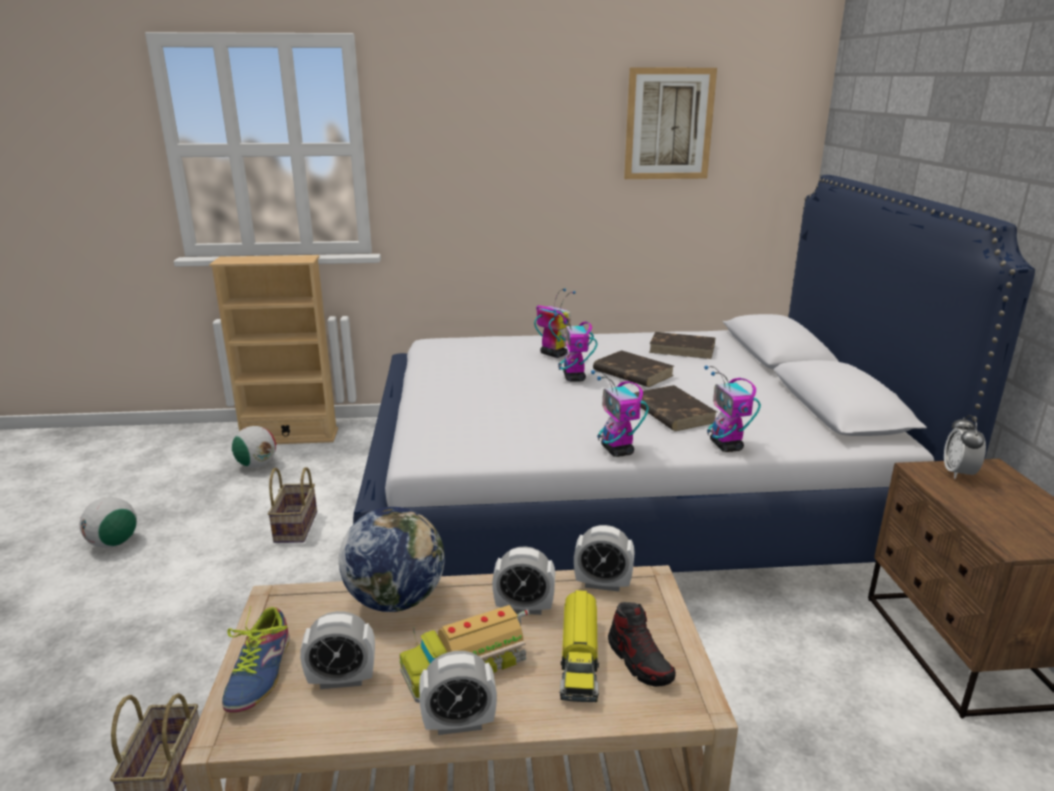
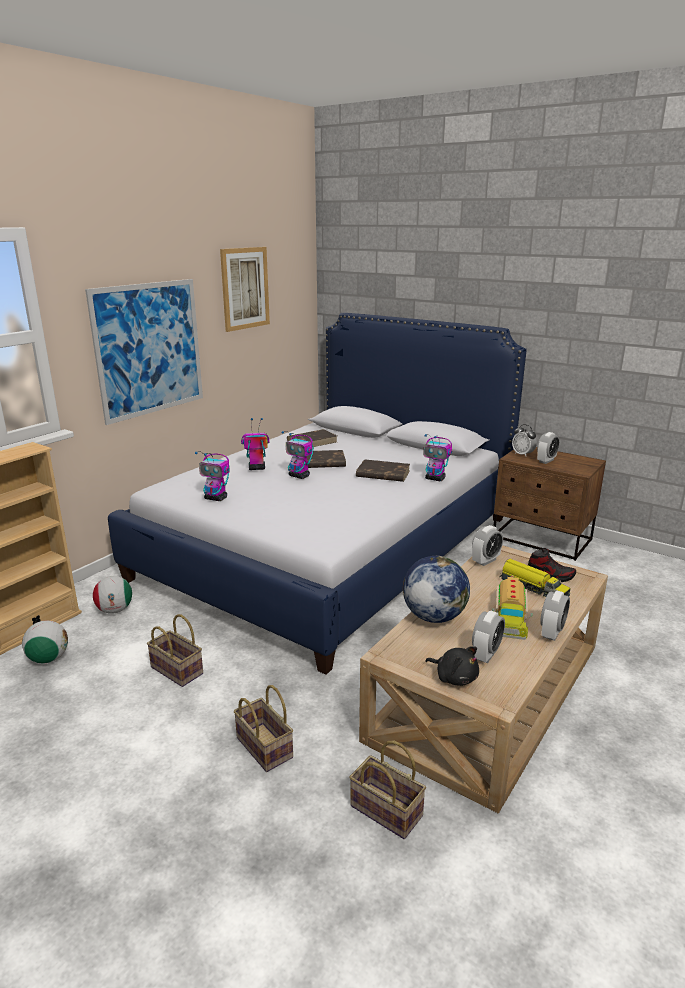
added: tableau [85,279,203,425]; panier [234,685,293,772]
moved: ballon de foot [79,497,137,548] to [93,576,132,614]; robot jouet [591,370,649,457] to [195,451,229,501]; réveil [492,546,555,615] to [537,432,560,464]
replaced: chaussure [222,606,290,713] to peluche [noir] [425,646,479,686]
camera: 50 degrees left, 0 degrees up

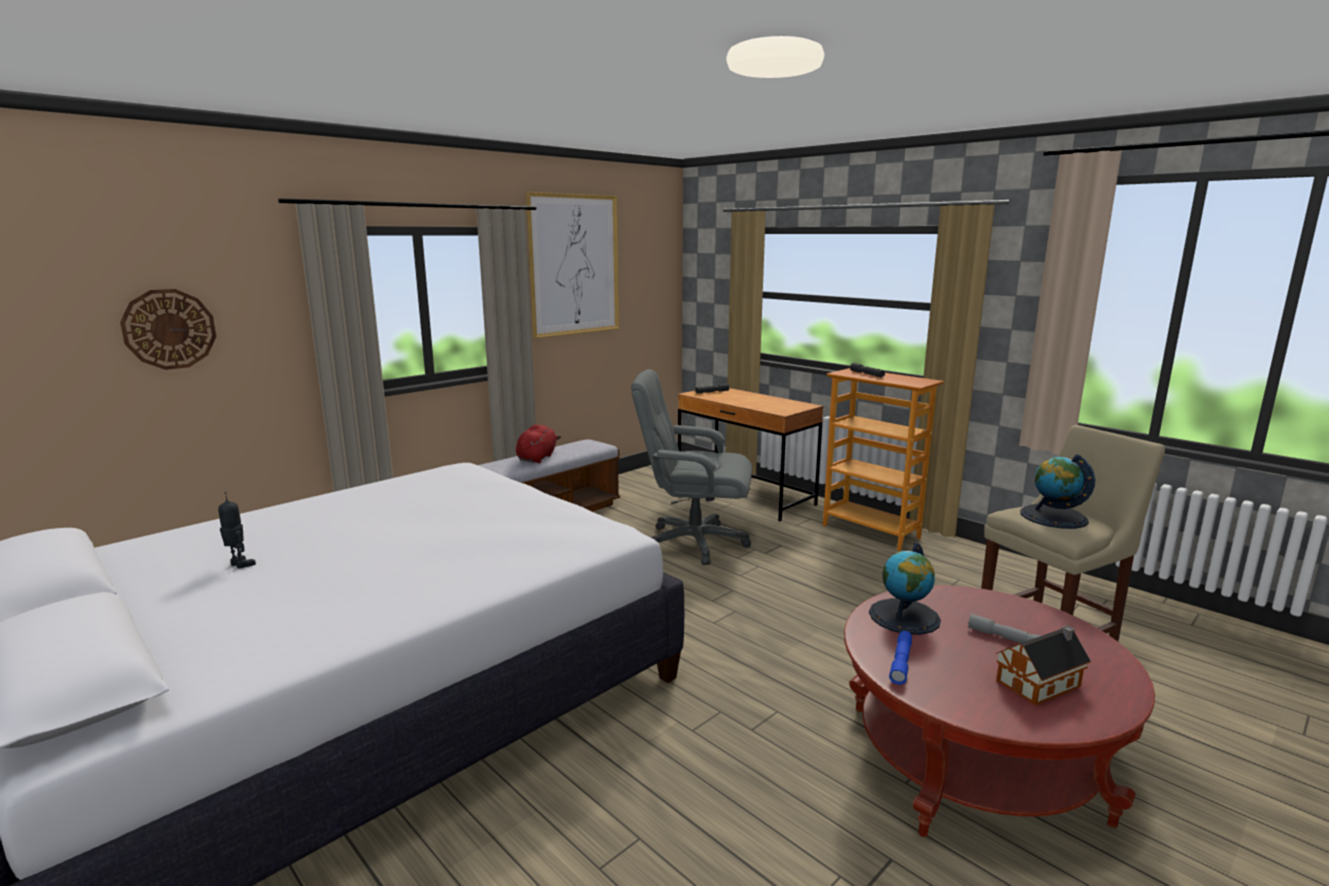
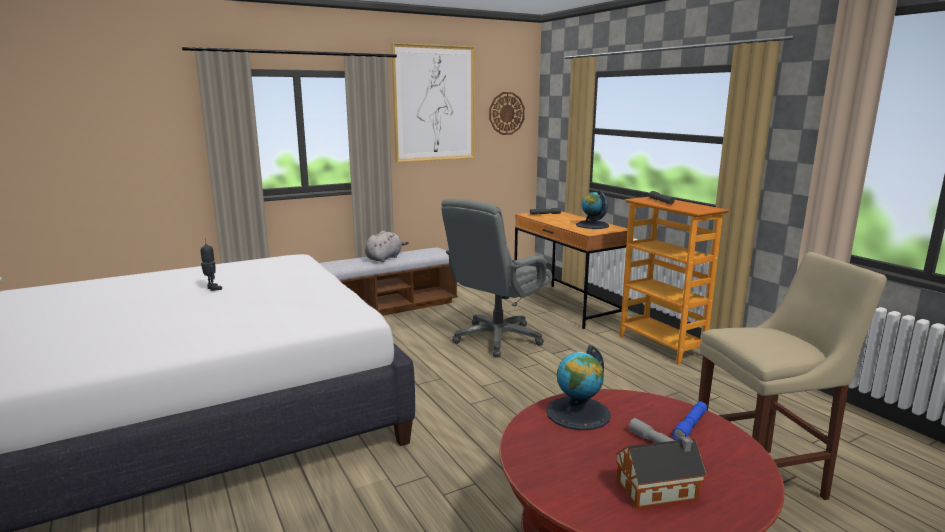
moved: robot jouet [218,492,256,568] to [201,239,222,291]; horloge murale [120,289,217,370] to [489,92,525,135]; globe [1020,454,1095,529] to [576,190,609,229]; lampe de poche [bleu] [889,631,912,685] to [672,402,707,440]
recoloured: peluche [rouge] [516,424,561,463] to peluche [gris] [365,231,409,262]
turned: chaise de bureau [gris] [631,369,752,565] = [441,198,552,357] 75 degrees counterclockwise
camera: 15 degrees right, 0 degrees up

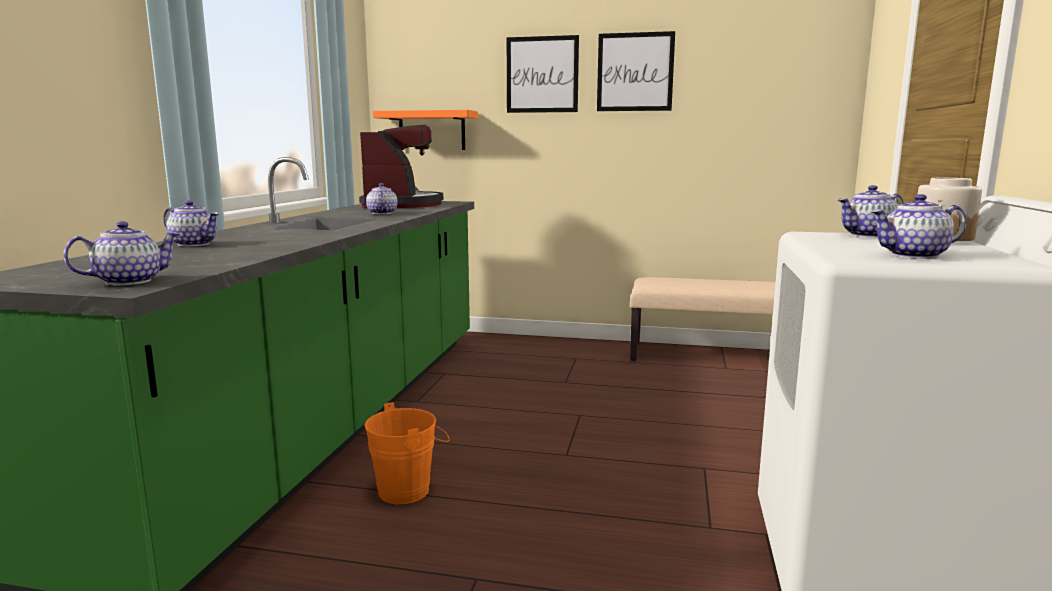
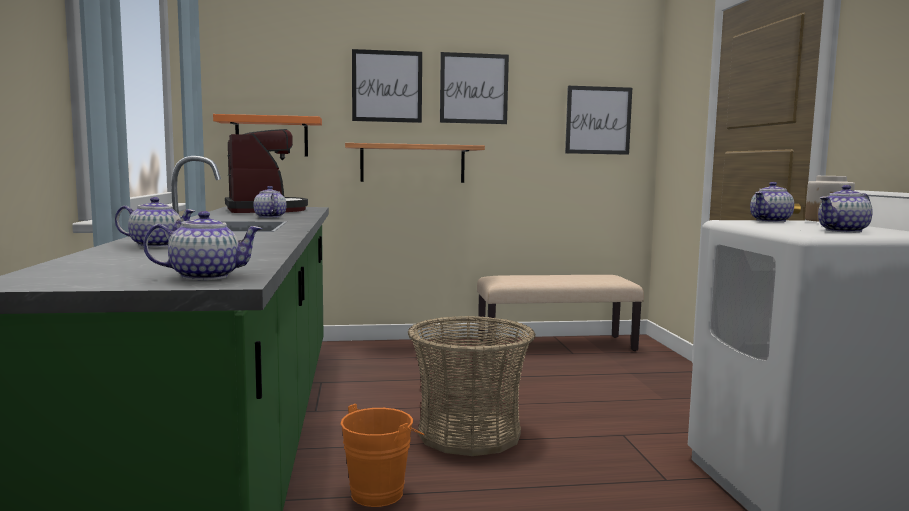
added: étagère [345,143,485,183]; panier [408,316,536,456]; tableau [565,86,632,155]
turned: théière [63,221,180,285] = [143,211,262,280] 45 degrees clockwise
camera: 20 degrees left, 5 degrees down

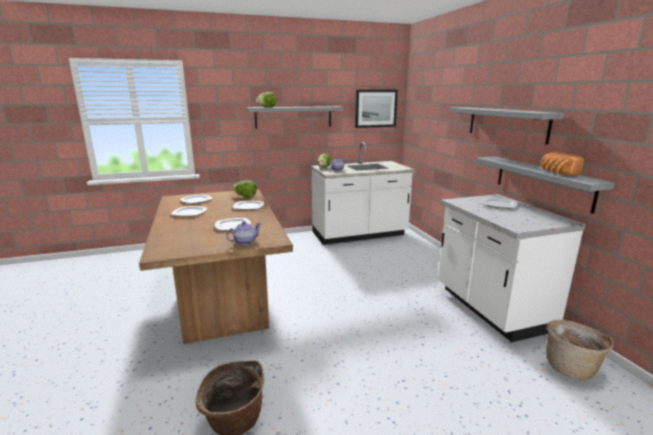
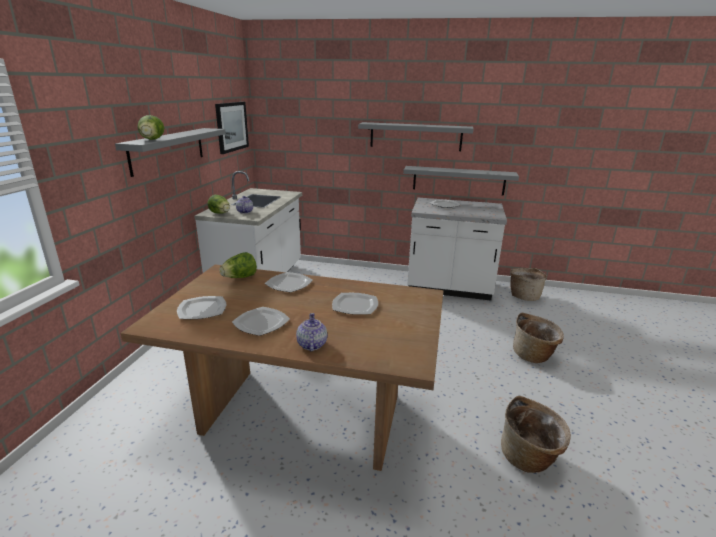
removed: pain [541,152,584,176]
added: panier [513,313,564,363]
moved: théière [227,221,262,245] to [296,313,328,351]
camera: 60 degrees left, 5 degrees up

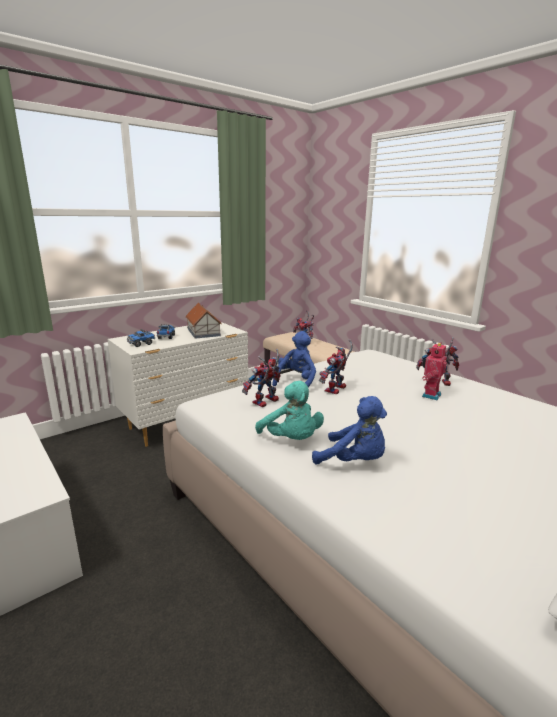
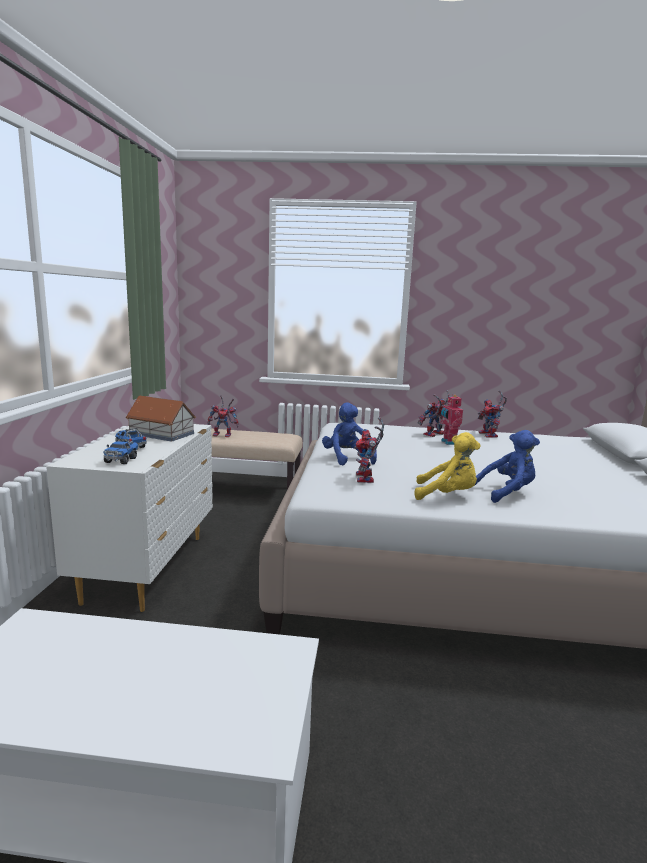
moved: robot jouet [319,339,353,394] to [478,390,507,438]
recoloured: peluche [turquoise] [255,381,324,440] to peluche [jaune] [415,432,481,500]
camera: 45 degrees left, 5 degrees down

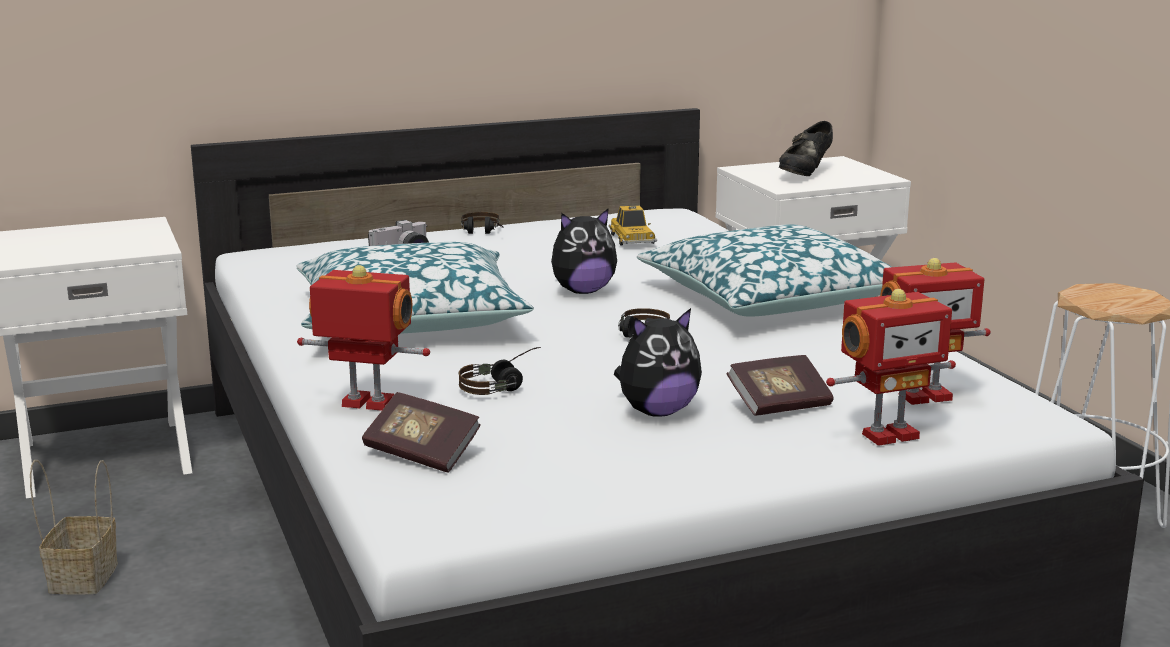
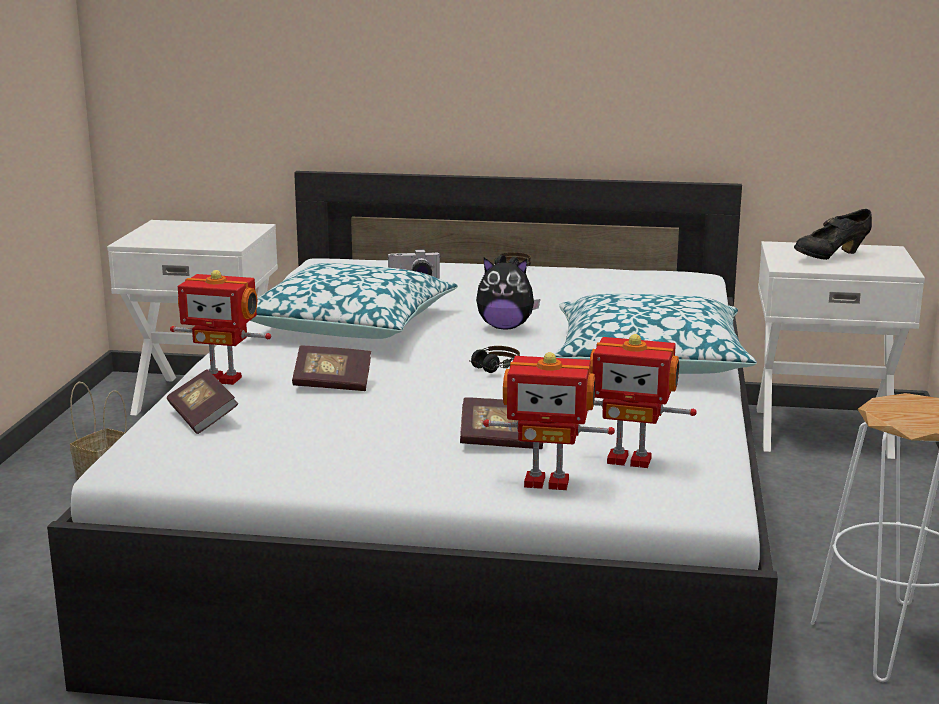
removed: petite voiture [609,205,657,246]; peluche [614,308,702,417]
replaced: casque audio [458,347,541,395] to livre [292,346,371,391]
turned: robot jouet [297,265,430,411] = [170,270,271,385] 150 degrees clockwise
camera: 30 degrees right, 0 degrees up

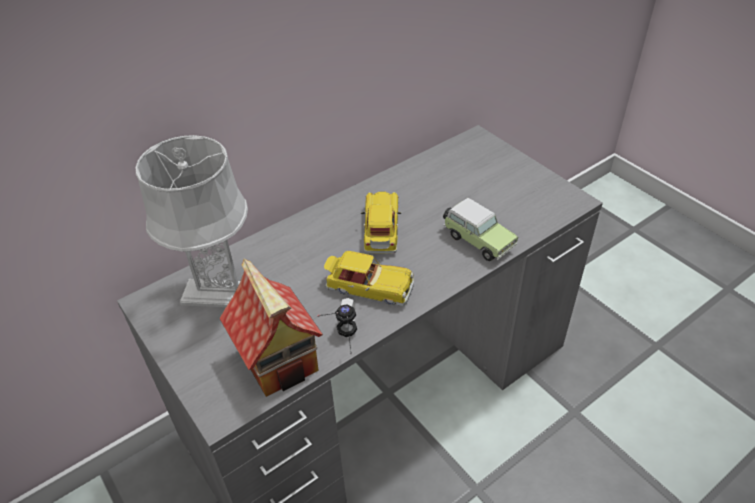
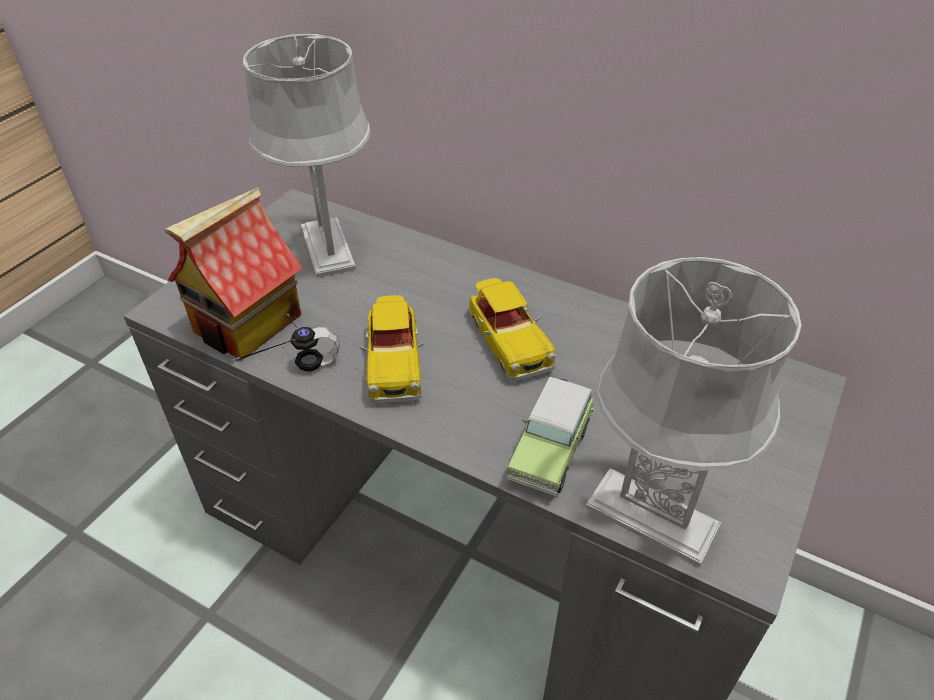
added: lampe de table [gris] [586,257,802,567]
turned: petite voiture [361,192,402,253] = [468,278,556,382] 90 degrees clockwise
camera: 65 degrees right, 0 degrees up

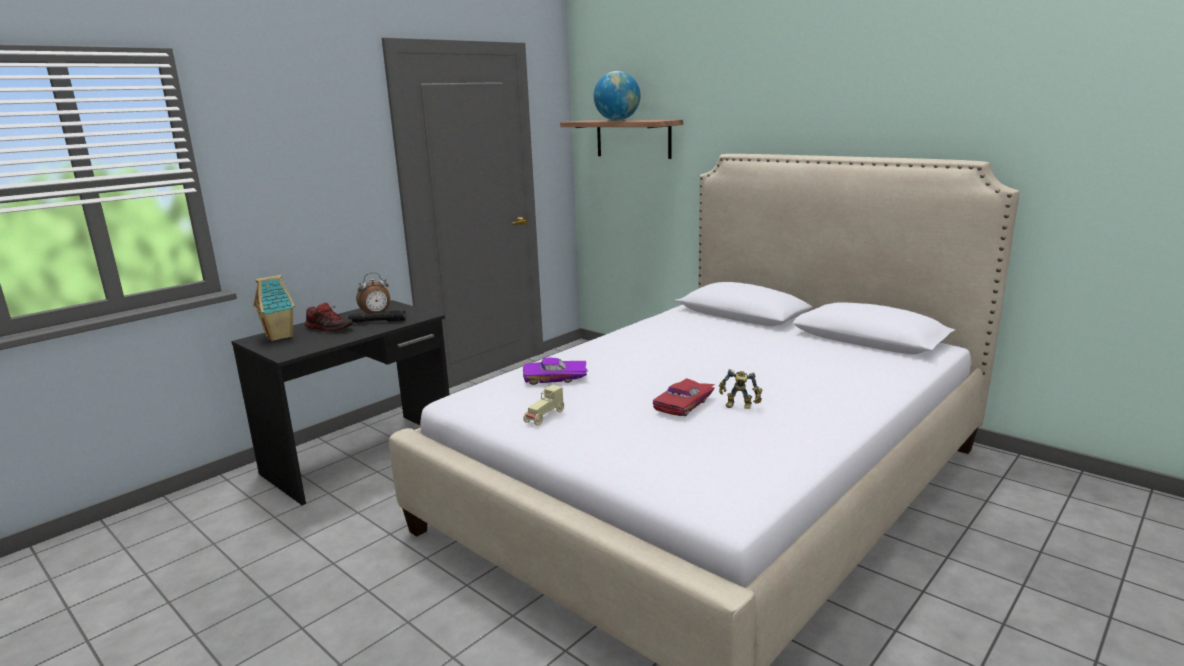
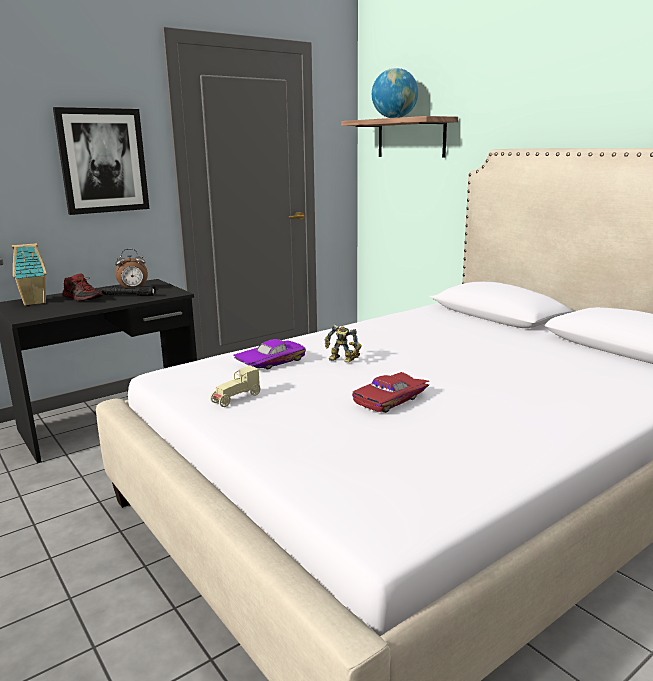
added: tableau [53,107,150,215]
moved: robot jouet [719,369,763,409] to [324,324,362,363]
turned: petite voiture [violet] [523,358,588,385] = [234,339,306,369] 135 degrees clockwise
camera: 10 degrees right, 0 degrees up

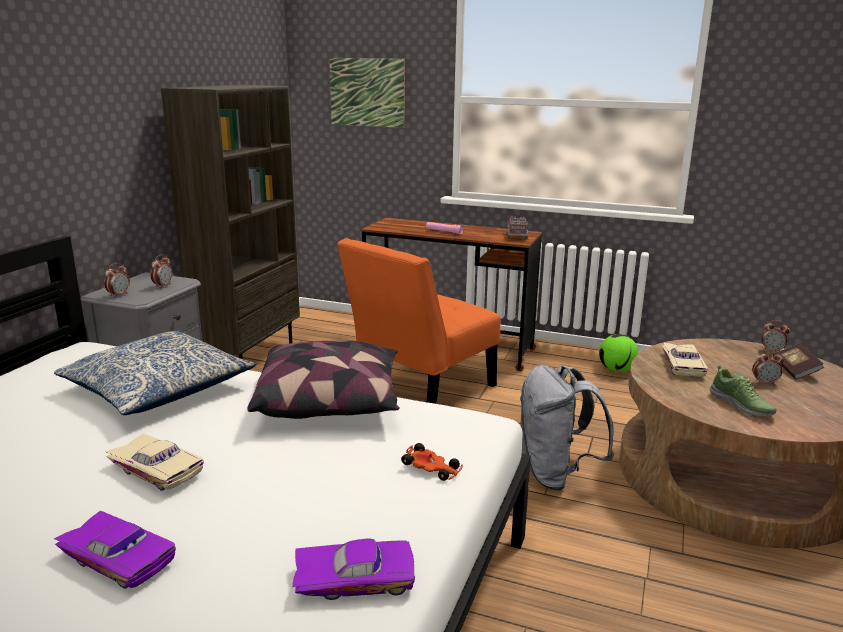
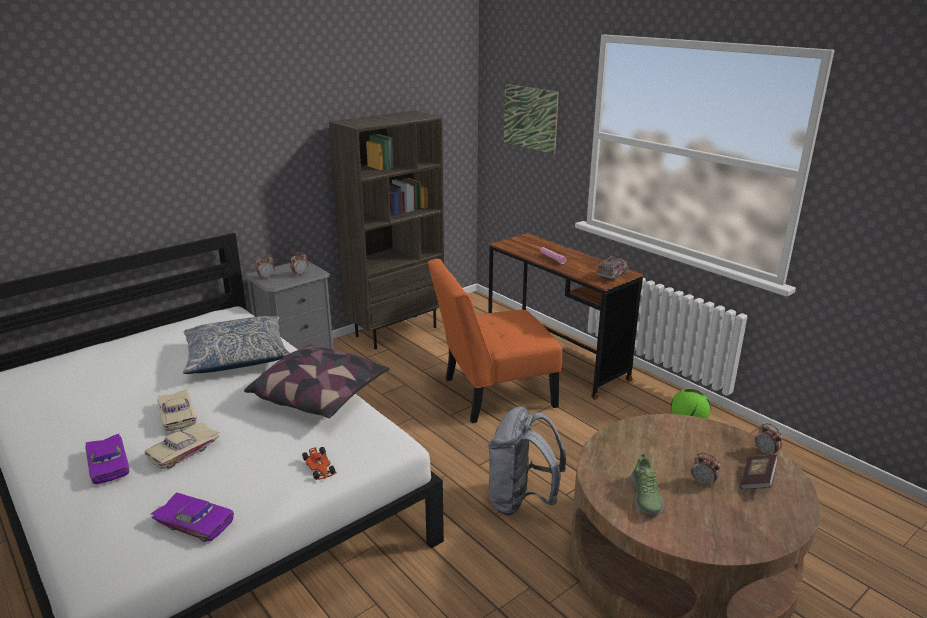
moved: petite voiture [beige] [662,342,708,377] to [145,422,220,469]
camera: 30 degrees right, 5 degrees up

